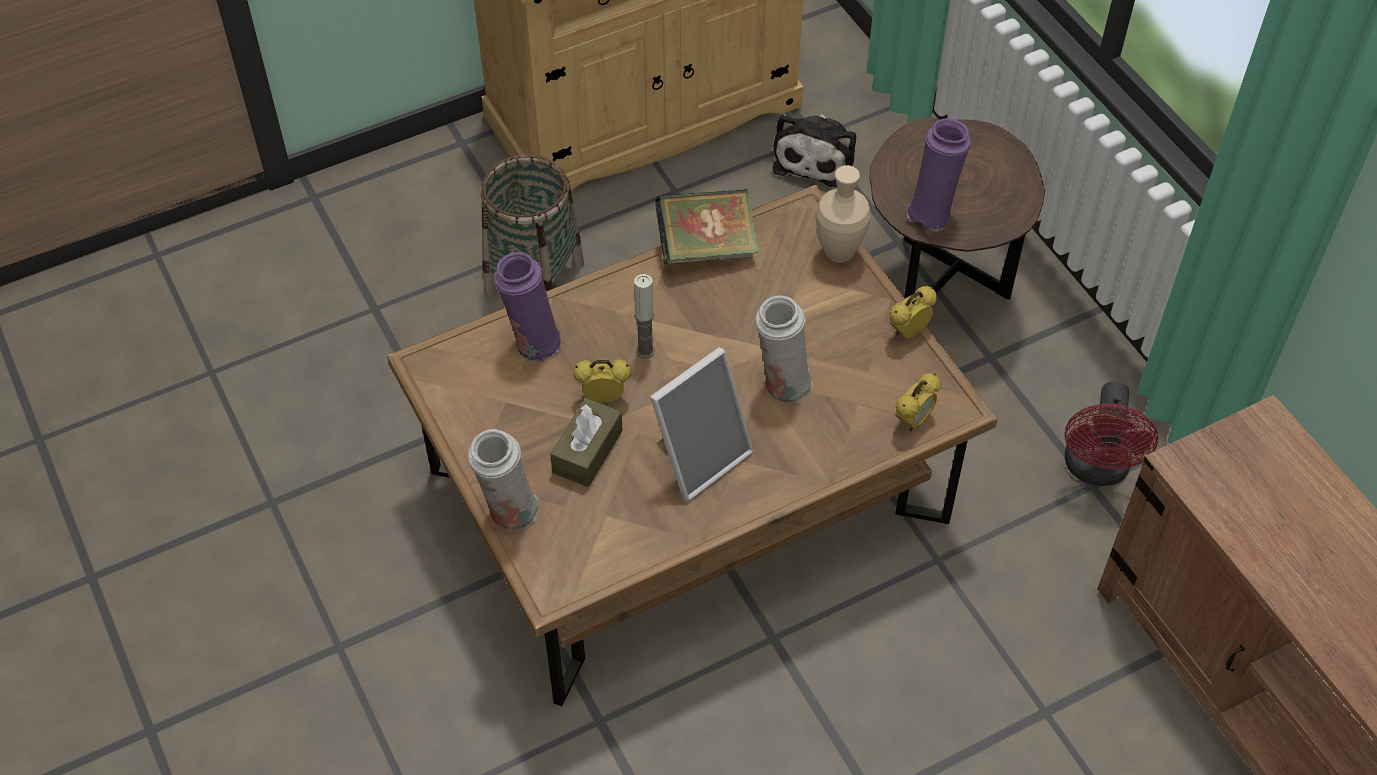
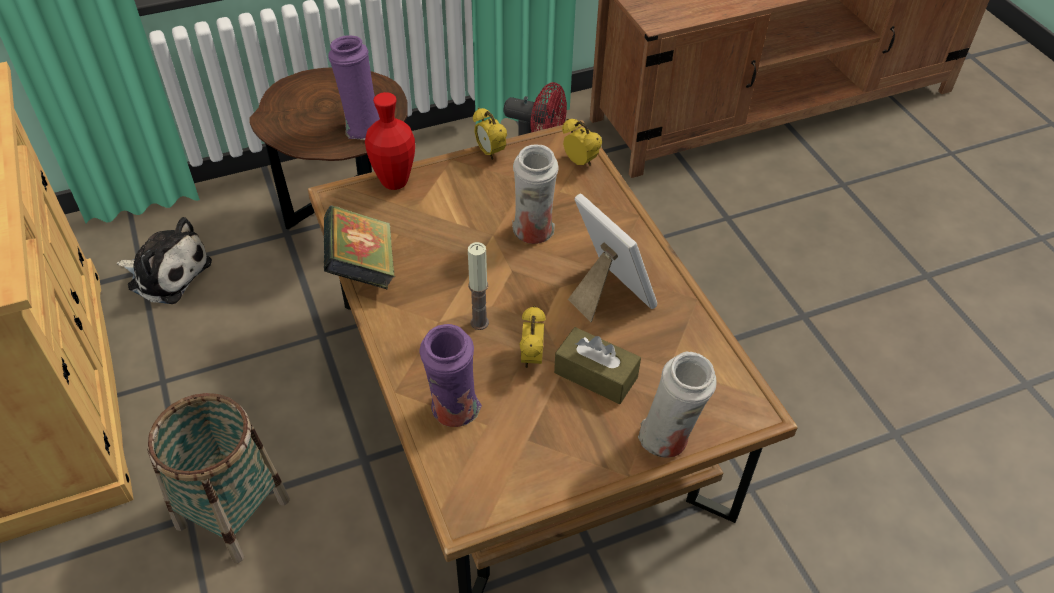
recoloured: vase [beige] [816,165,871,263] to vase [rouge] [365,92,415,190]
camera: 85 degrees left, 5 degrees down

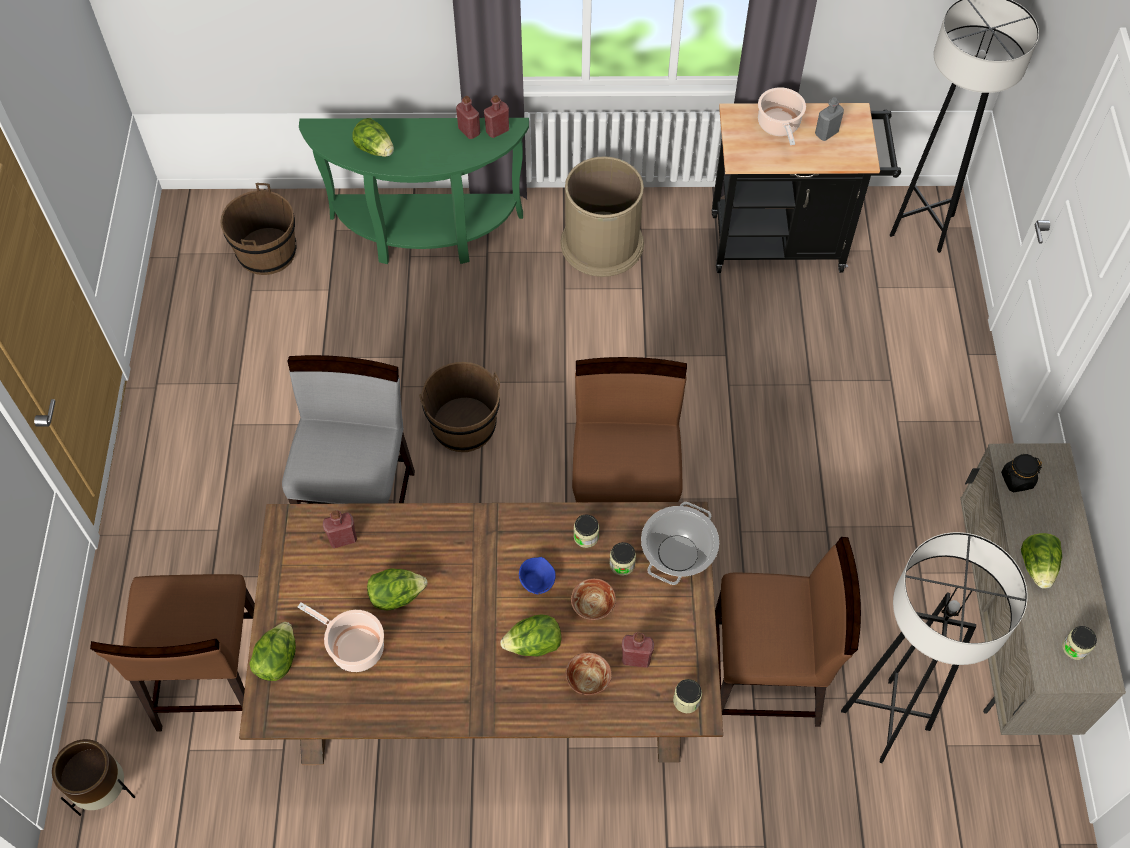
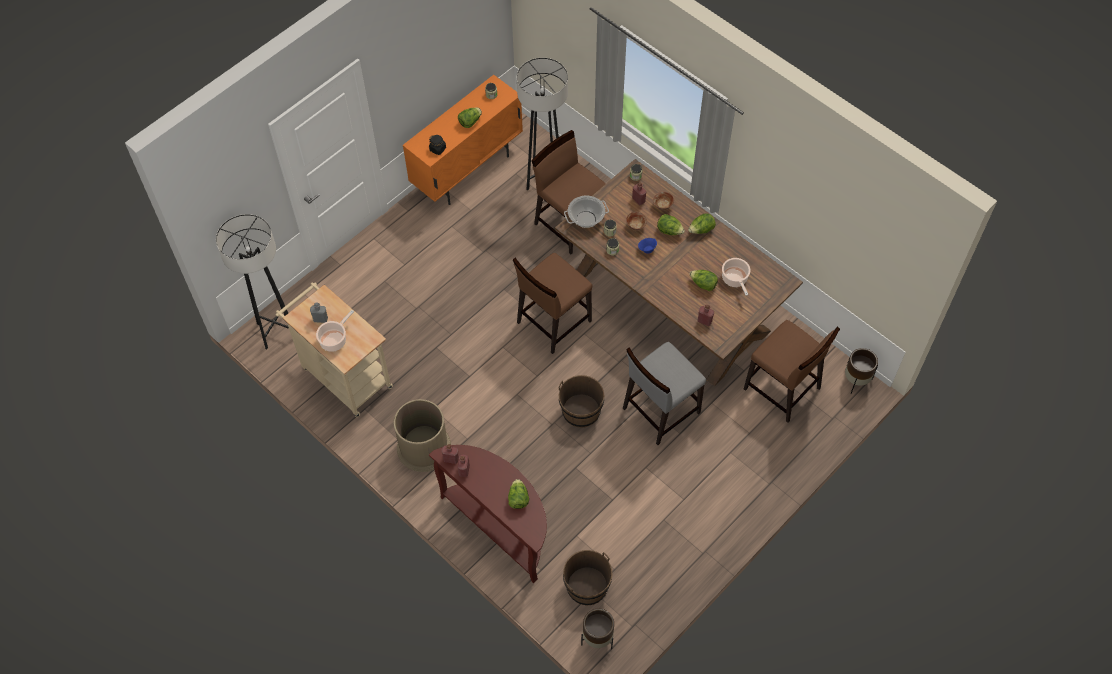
added: cache-pot [marron] [581,609,614,650]
moved: laitue [249,622,296,681] to [688,213,716,234]
recoloured: chariot [noir] [712,103,901,273] to chariot [beige] [275,282,393,417]; meuble de rangement [beige] [960,443,1126,735] to meuble de rangement [orange] [403,75,523,205]; table console [vert] [299,118,529,264] to table console [marron] [429,445,547,583]
turned: chaise [marron] [90,574,255,732] = [744,320,840,423] 90 degrees clockwise
camera: 135 degrees left, 0 degrees up

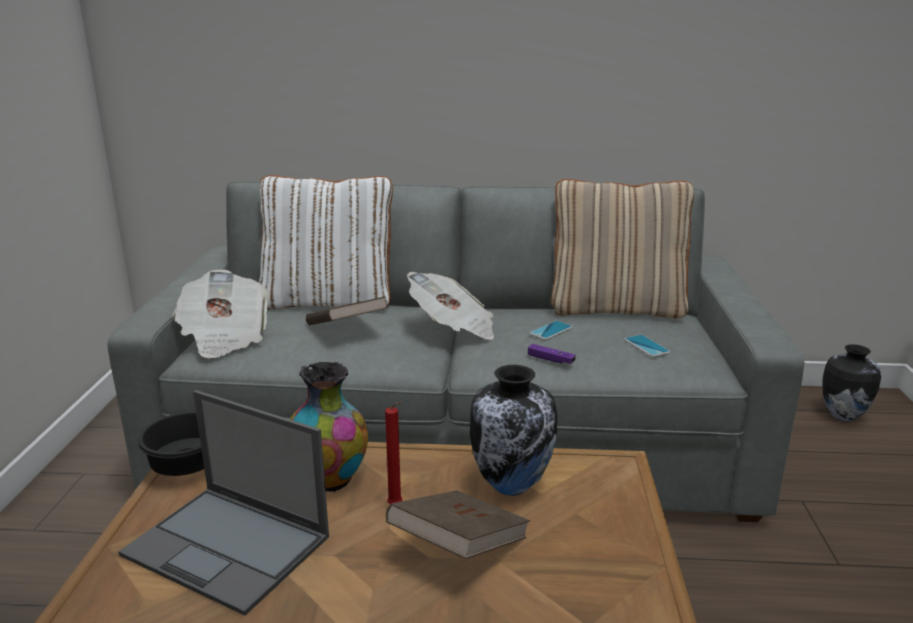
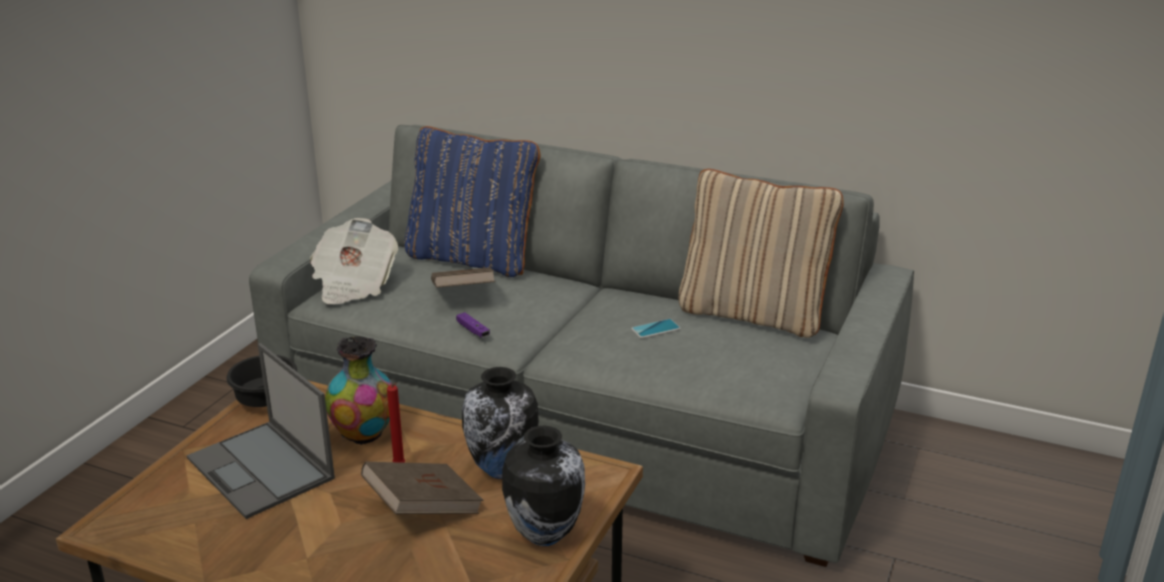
removed: journal [407,272,494,340]; téléphone [624,335,670,357]
moved: manette [violet] [528,344,576,364] to [456,312,490,338]; vase [823,344,881,421] to [502,426,585,546]
recoloured: coussin [blanc] [259,175,393,311] to coussin [bleu] [405,126,540,277]
camera: 20 degrees right, 5 degrees up

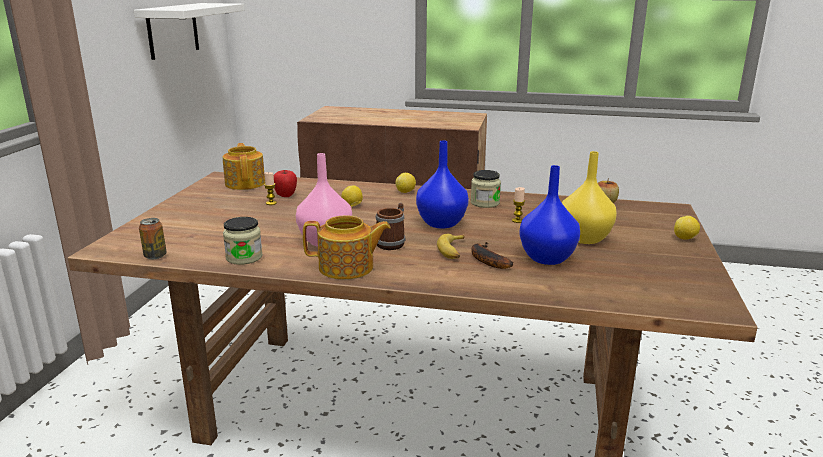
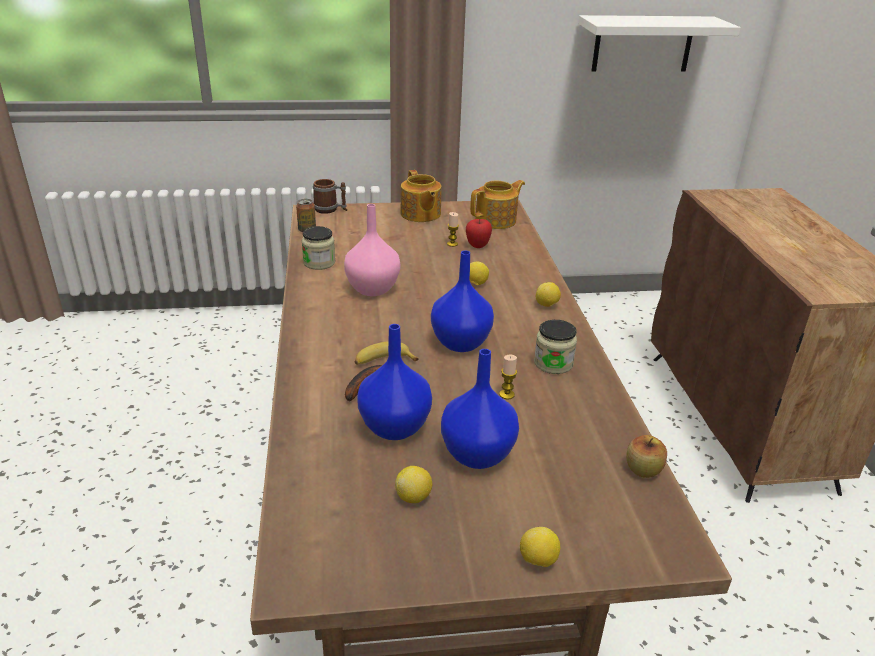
added: citron [395,466,432,503]
moved: mug [376,203,405,250] to [313,179,347,214]; théière [303,215,391,280] to [401,170,441,222]
recoloured: vase [jaune] [562,151,617,244] to vase [bleu] [441,349,519,469]
camera: 70 degrees right, 10 degrees up

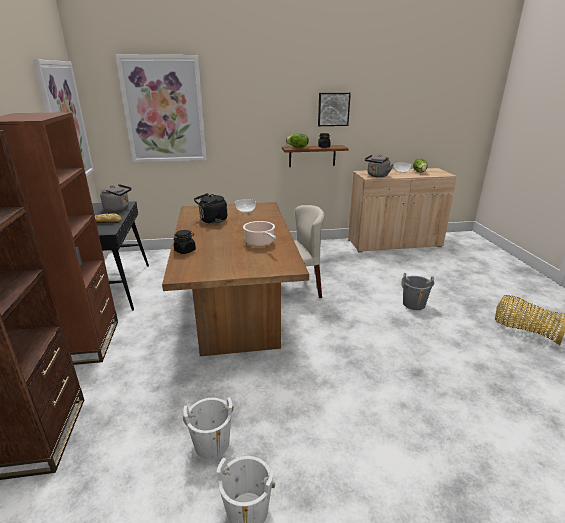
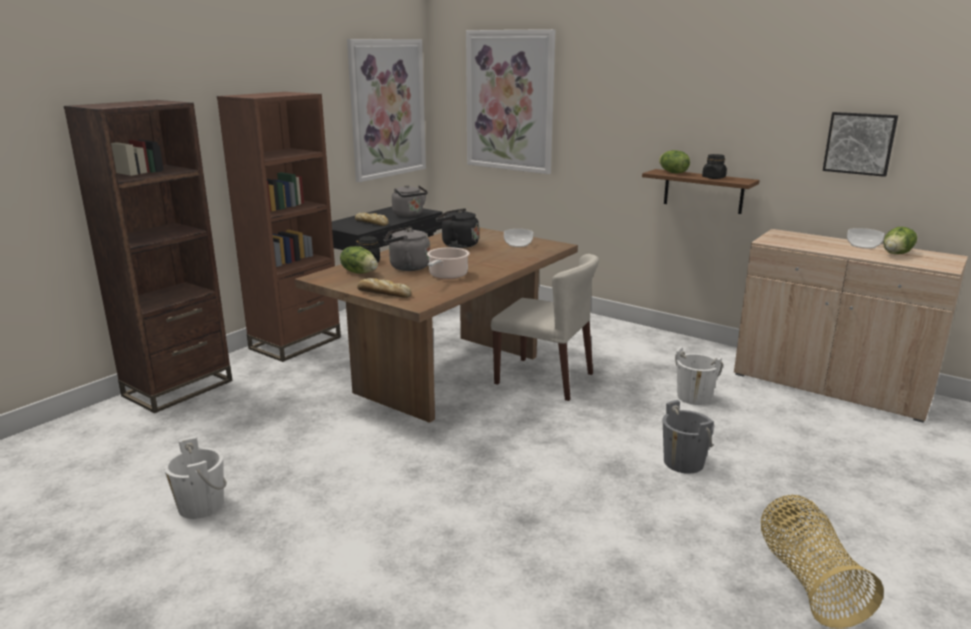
added: laitue [340,246,378,274]; pain [357,278,412,298]
moved: bouilloire [gris] [365,154,393,177] to [384,226,430,271]; seau [blanc] [183,397,234,459] to [675,347,723,405]; tableau [318,93,351,126] to [823,112,898,177]
camera: 45 degrees right, 5 degrees down

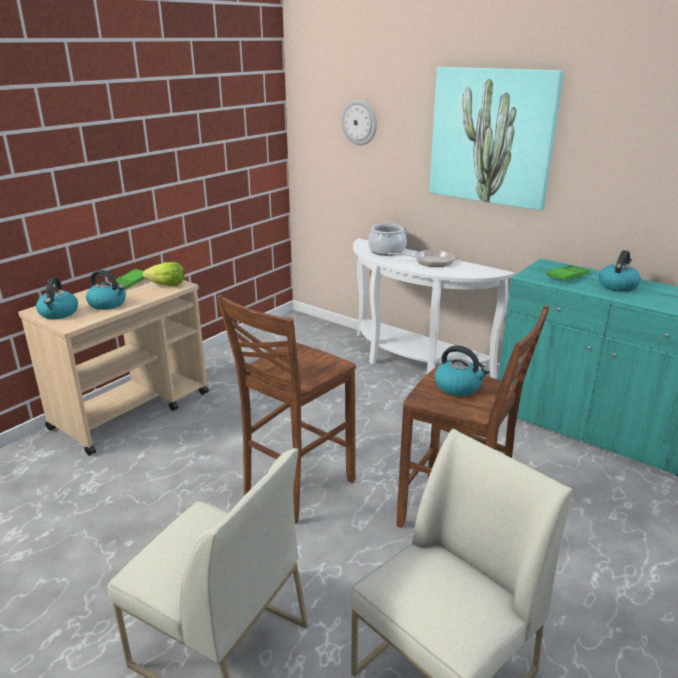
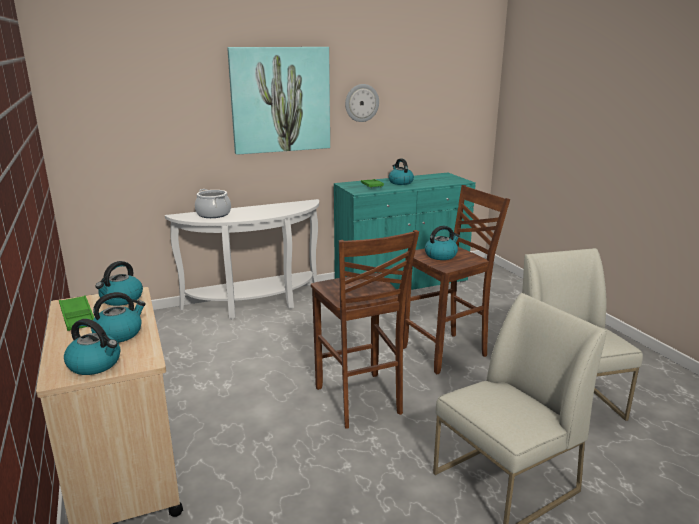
removed: poêle [388,250,455,267]
moved: horloge murale [341,100,377,145] to [345,84,379,122]
replaced: laitue [143,262,184,286] to bouilloire [95,261,143,306]
camera: 60 degrees left, 5 degrees down

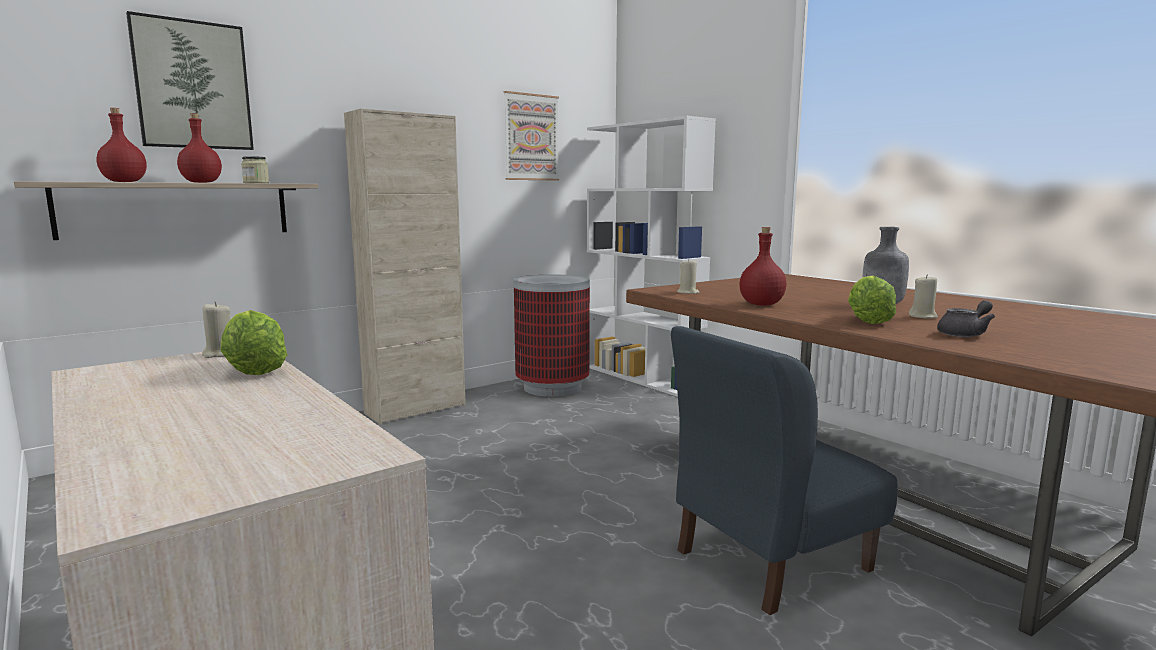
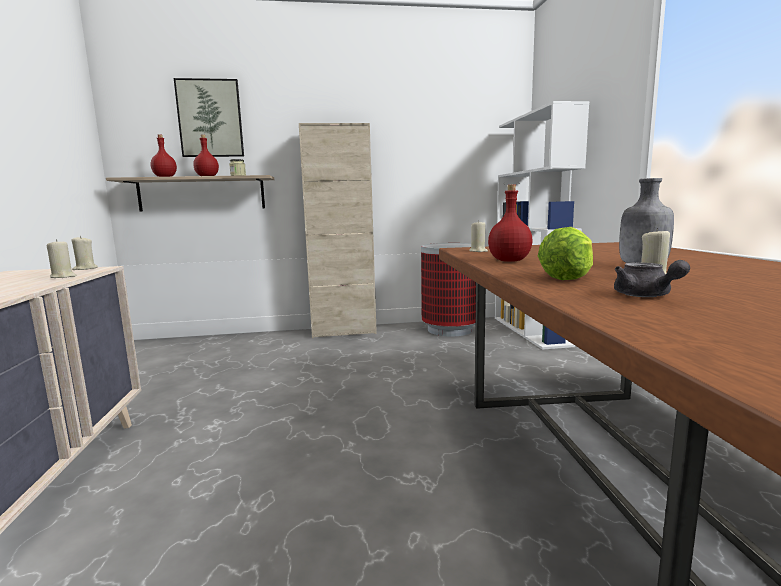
removed: tableau [504,91,559,181]; chaise [bleu] [671,326,897,615]
replaced: laitue [220,310,287,375] to bougie [beige] [47,239,77,278]
turned: théière [gris] [937,300,995,337] = [614,260,690,297] 75 degrees clockwise
camera: 30 degrees right, 0 degrees up

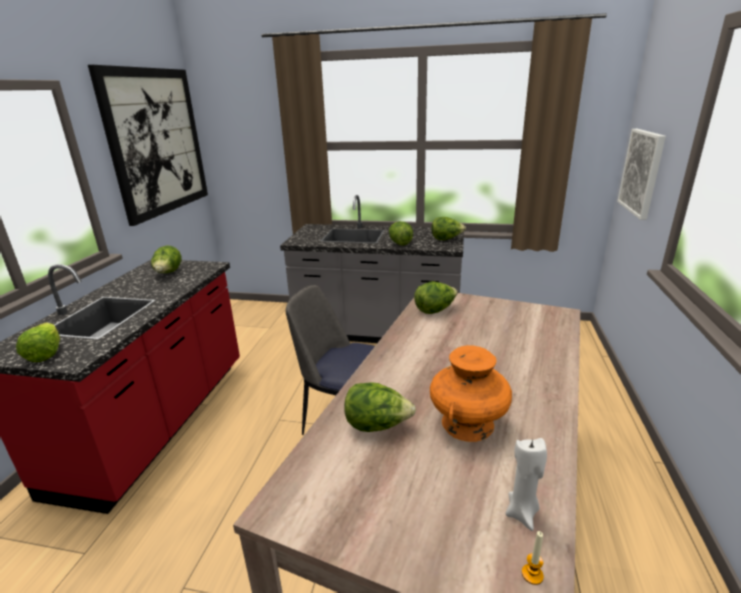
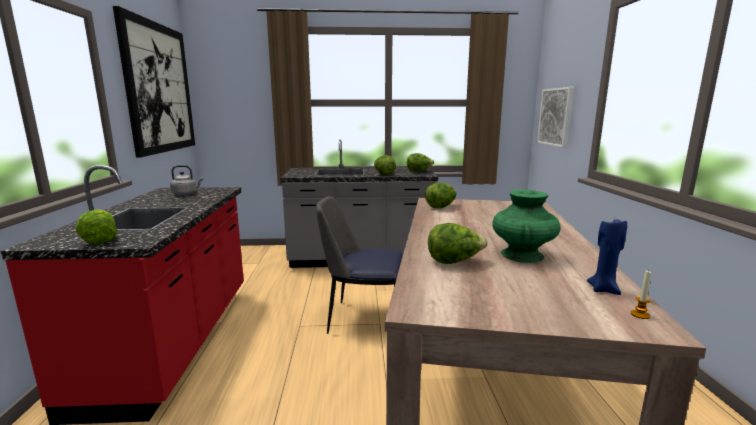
replaced: laitue [151,246,182,273] to bouilloire [gris] [170,165,203,196]
recoloured: vase [orange] [430,345,512,442] to vase [vert] [492,189,561,263]; bougie [blanc] [505,438,547,531] to bougie [bleu] [587,217,627,295]
camera: 15 degrees left, 10 degrees down

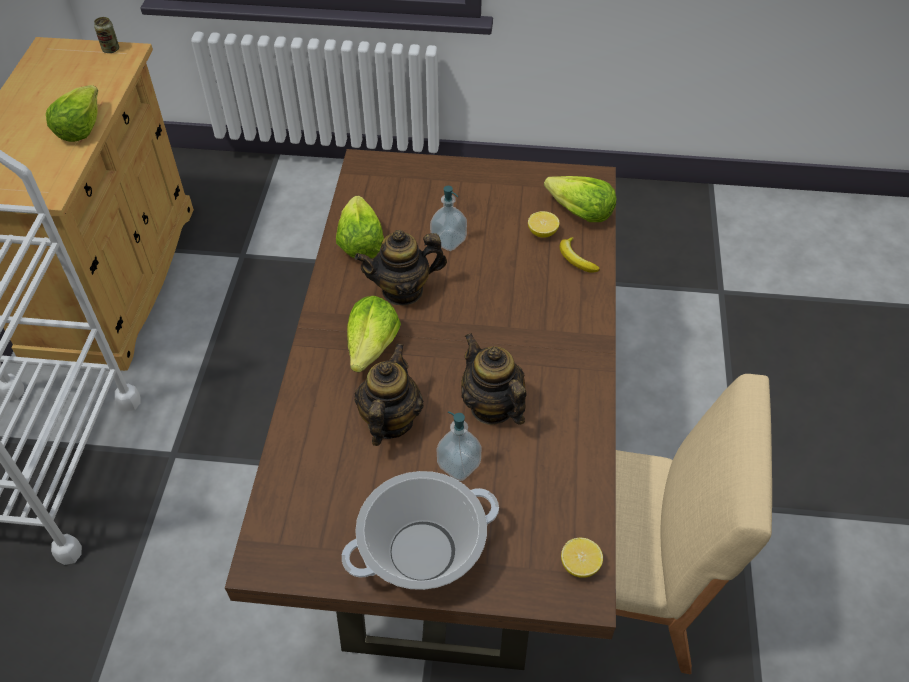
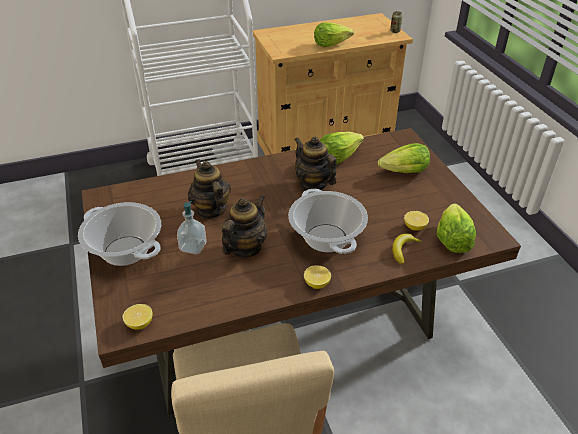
removed: distributeur de savon [430,186,467,251]
added: marmite [288,189,368,254]; citron [304,265,331,289]
moved: laitue [347,296,401,372] to [378,143,430,173]
turned: théière [354,343,424,446] = [188,159,231,219] 105 degrees counterclockwise
camera: 65 degrees right, 10 degrees down

